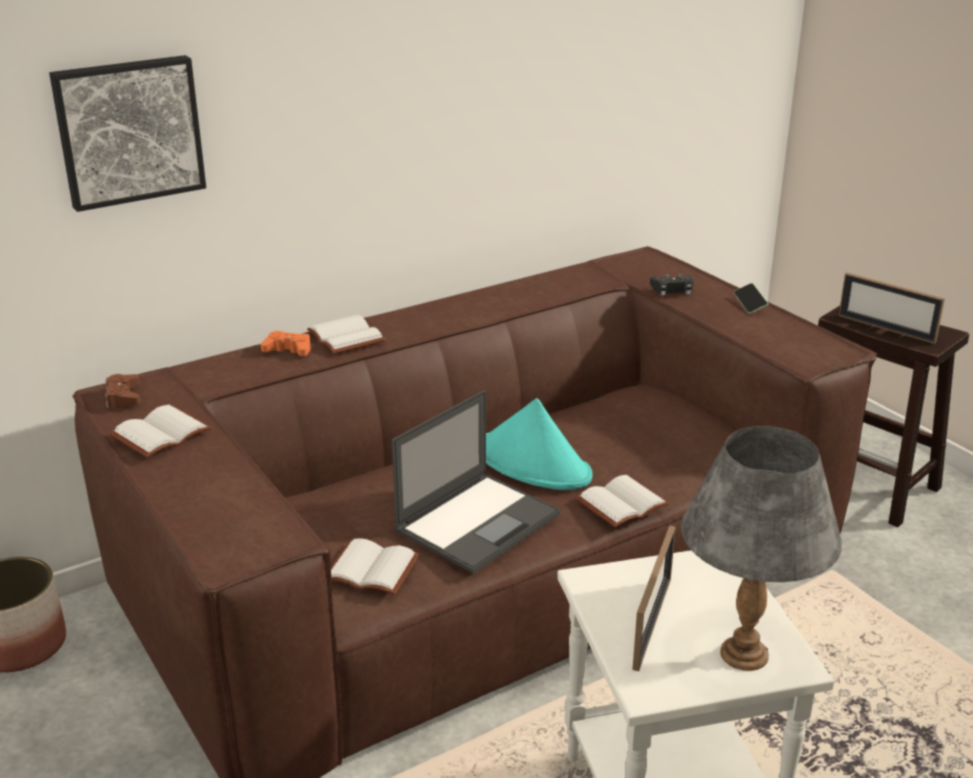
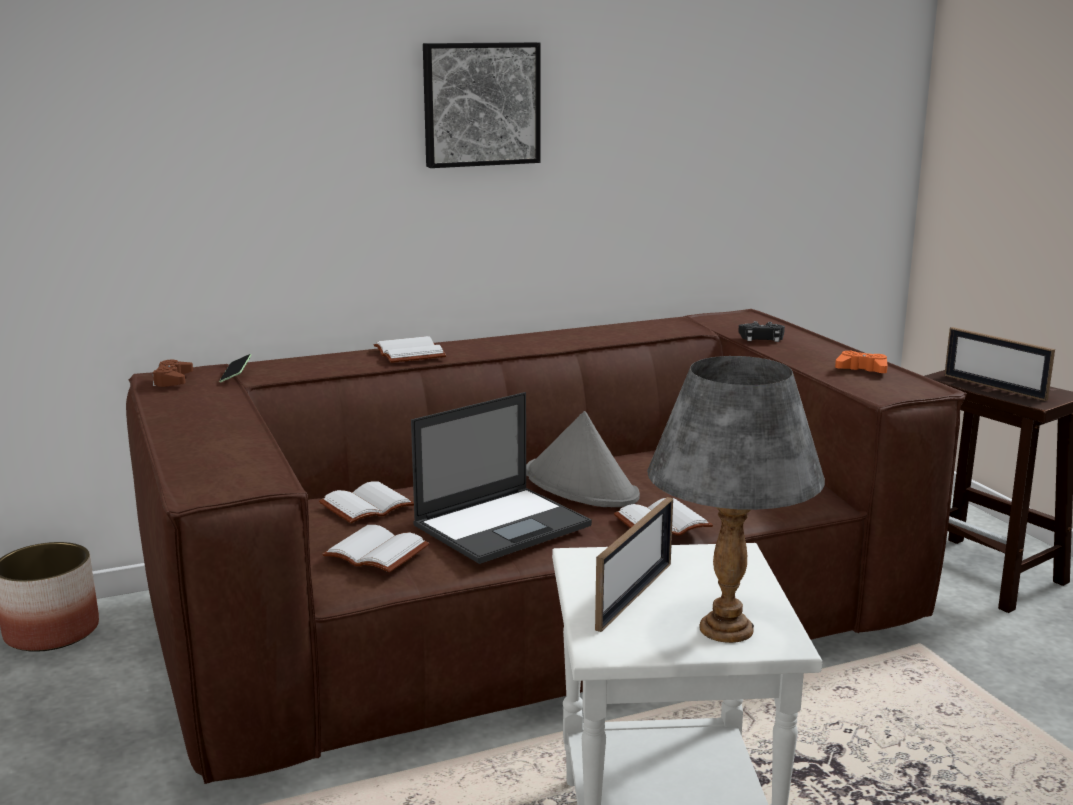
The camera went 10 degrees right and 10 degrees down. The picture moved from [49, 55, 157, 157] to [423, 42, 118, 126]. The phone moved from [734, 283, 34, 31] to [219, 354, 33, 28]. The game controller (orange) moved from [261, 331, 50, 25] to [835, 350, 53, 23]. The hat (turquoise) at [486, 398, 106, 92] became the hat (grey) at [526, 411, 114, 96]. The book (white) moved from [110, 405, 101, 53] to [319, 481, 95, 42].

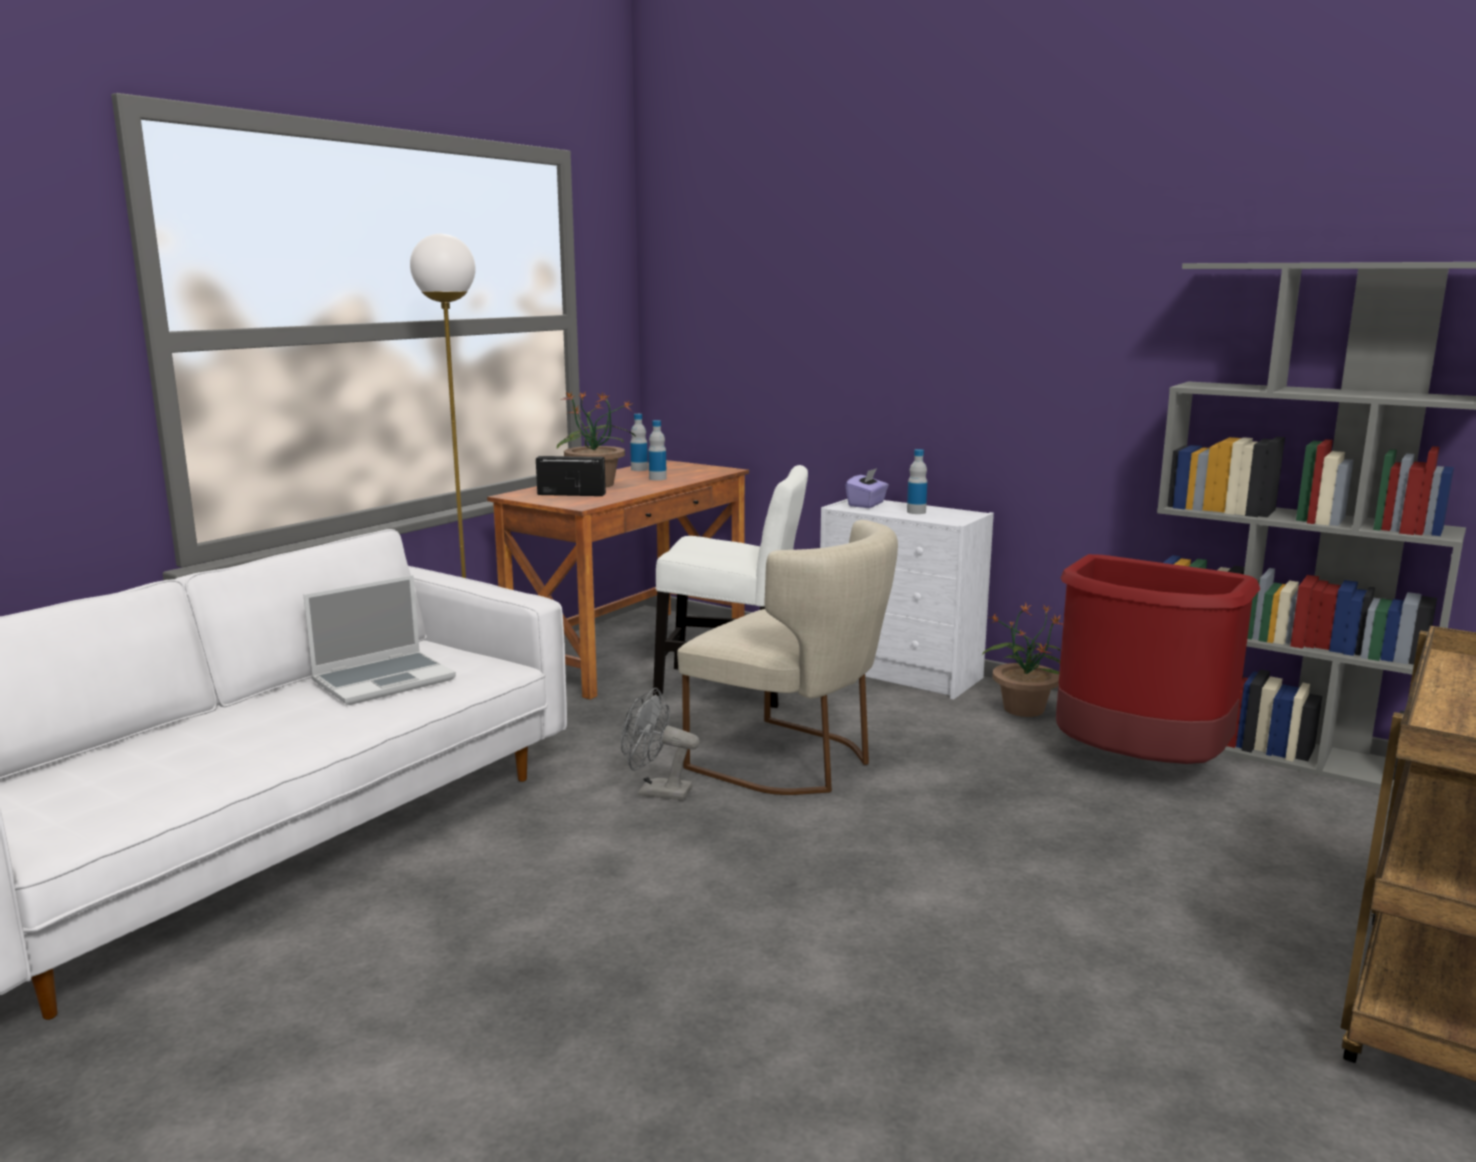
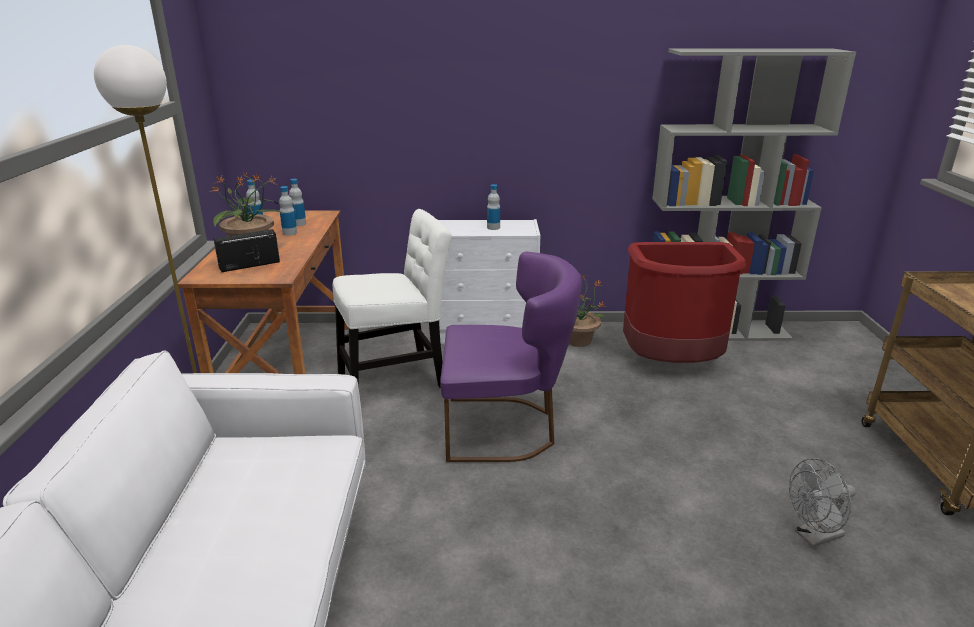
The camera went 35 degrees left and 10 degrees up. The tissue box (purple) at [846, 468, 43, 40] disappeared. The chair (beige) at [677, 520, 221, 275] became the chair (purple) at [440, 252, 142, 210]. The laptop at [303, 575, 153, 130] disappeared. The fan (grey) moved from [621, 688, 79, 112] to [789, 458, 67, 89]. The bottle at [289, 179, 17, 47] appeared.

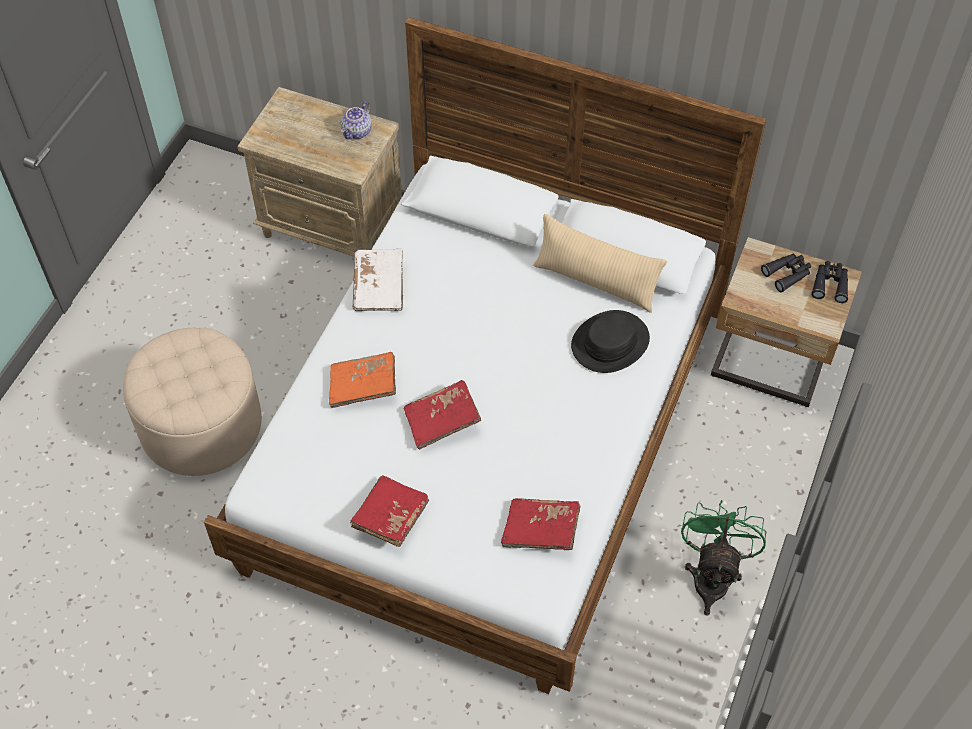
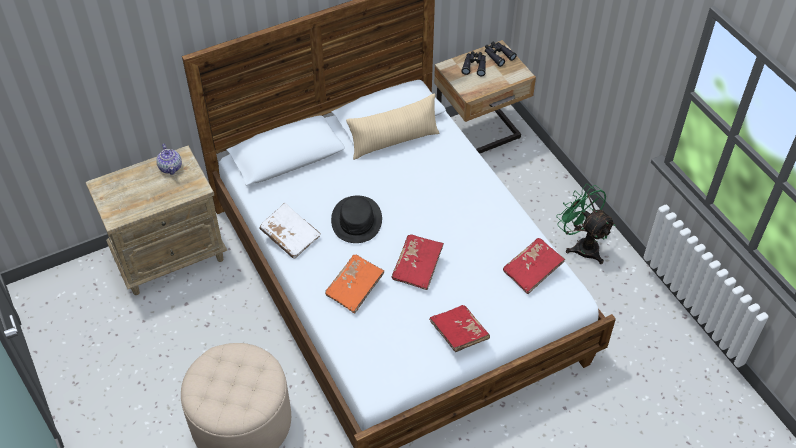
The camera went 50 degrees left and 5 degrees down. The hat (black) moved from [571, 310, 79, 63] to [331, 196, 51, 47].

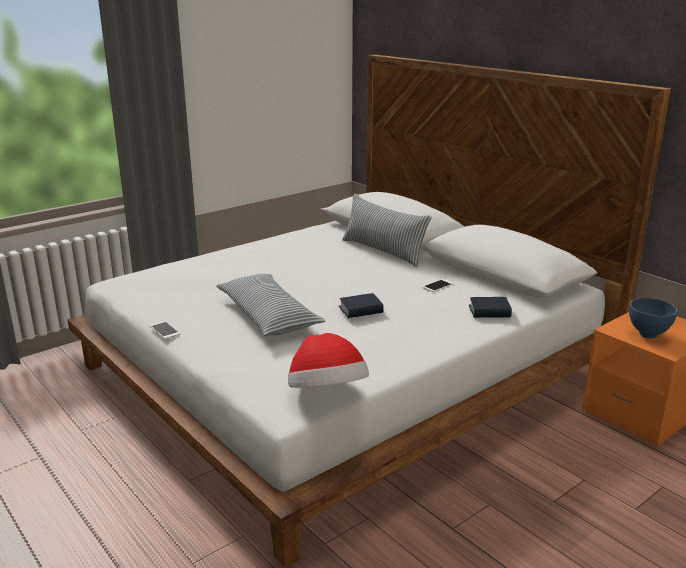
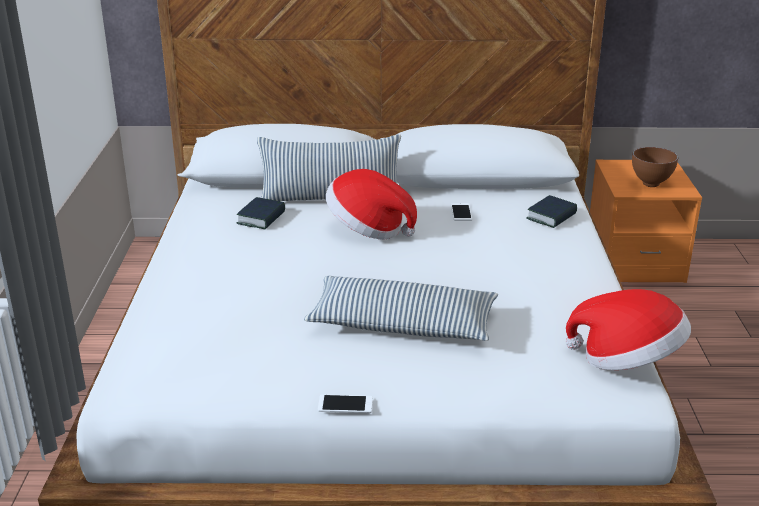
The camera went 50 degrees left and 5 degrees up. The book moved from [339, 293, 45, 25] to [236, 197, 49, 32]. The bowl (blue) at [629, 298, 49, 41] became the bowl (brown) at [632, 147, 46, 40]. The hat at [326, 169, 91, 71] appeared.

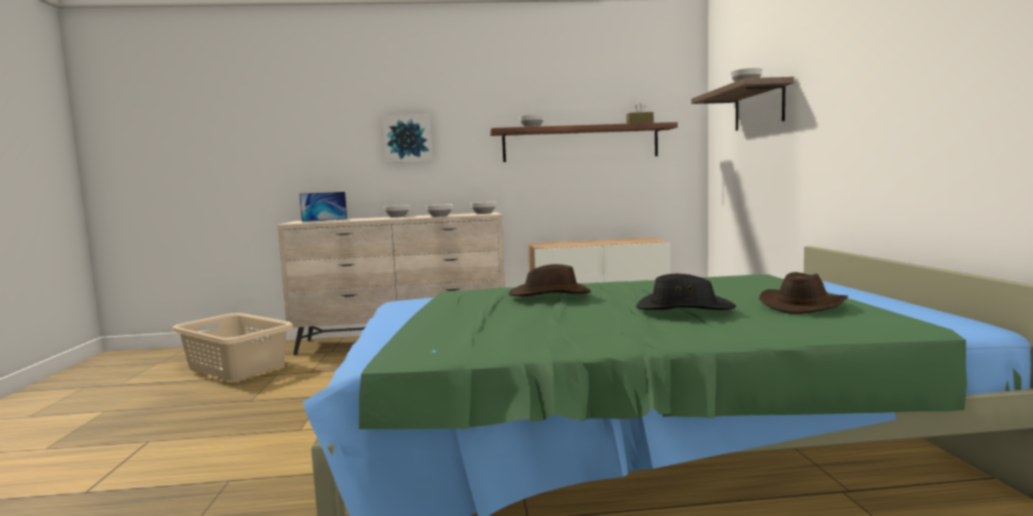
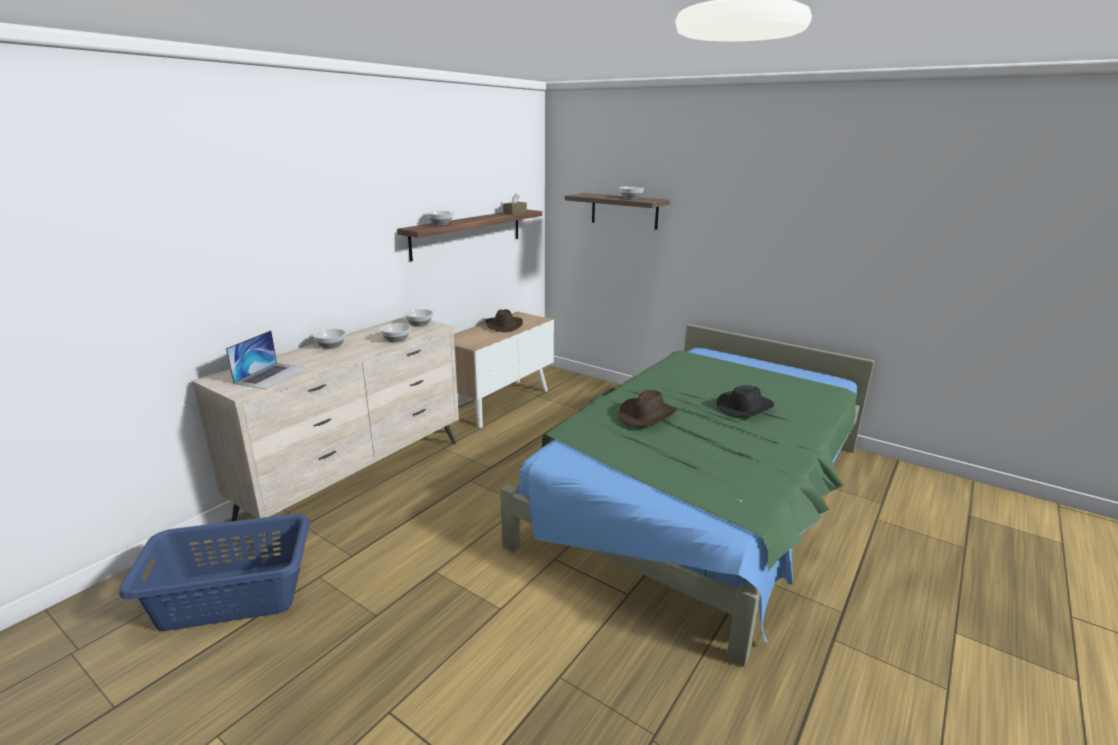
The camera went 50 degrees left and 15 degrees up. The picture at [383, 114, 50, 49] disappeared. The hat (brown) moved from [759, 272, 89, 42] to [485, 309, 38, 23]. The laundry basket (beige) at [172, 313, 122, 68] became the laundry basket (blue) at [119, 514, 191, 117].

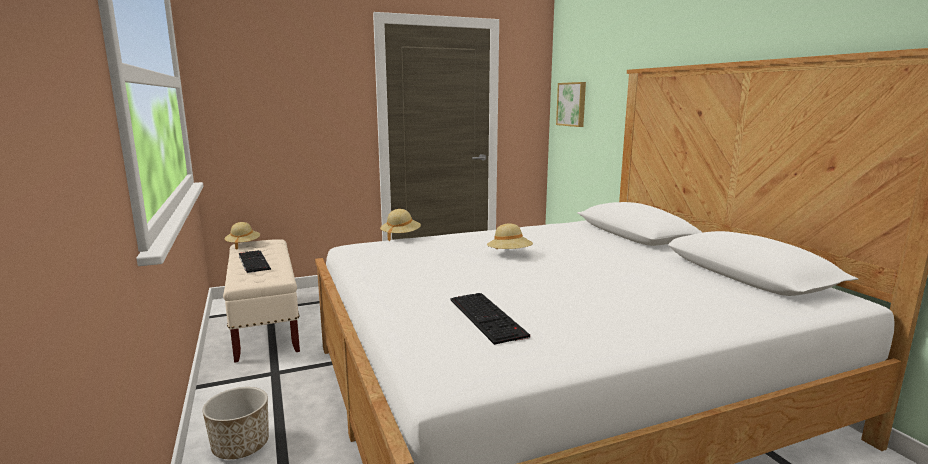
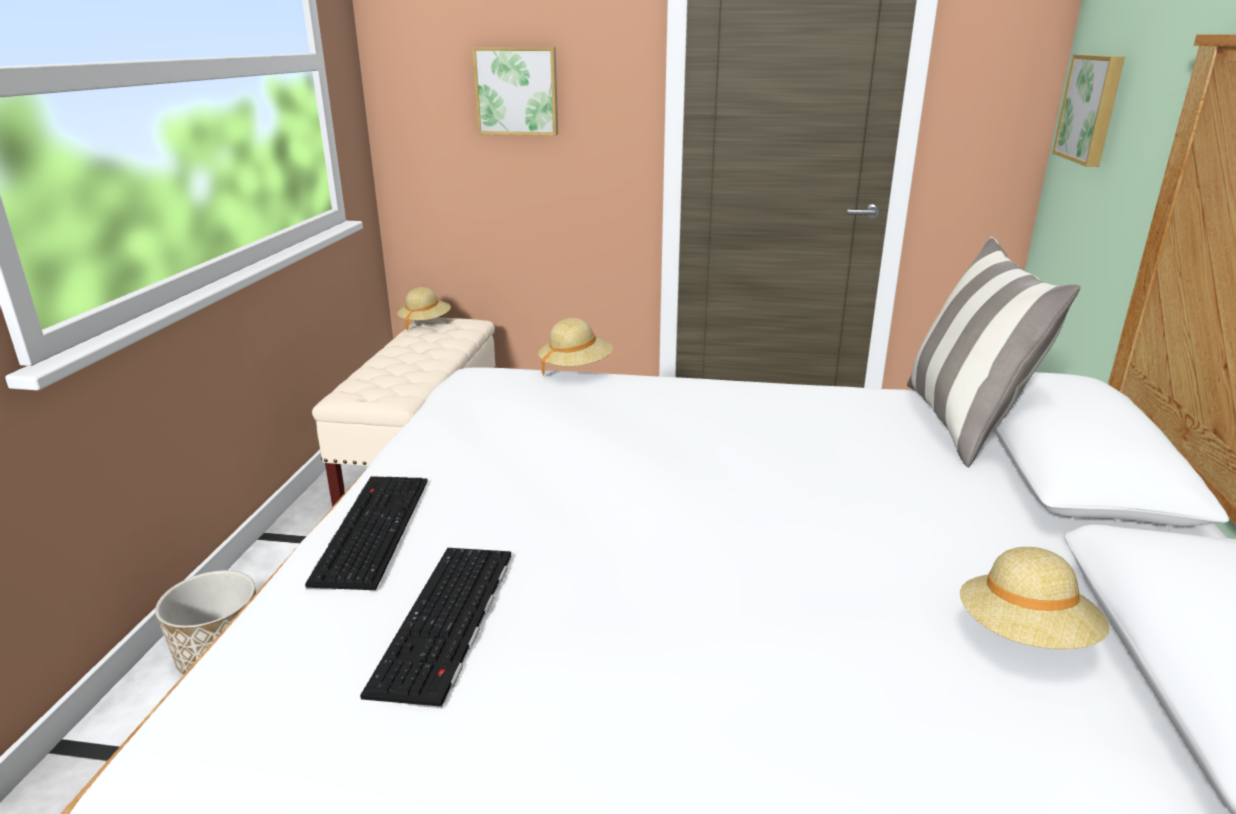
The camera went 30 degrees right and 10 degrees up. The hat (beige) moved from [487, 223, 46, 26] to [960, 547, 150, 102]. The keyboard moved from [239, 250, 32, 23] to [305, 476, 123, 114]. The picture at [472, 47, 86, 89] appeared. The pillow at [907, 237, 173, 230] appeared.

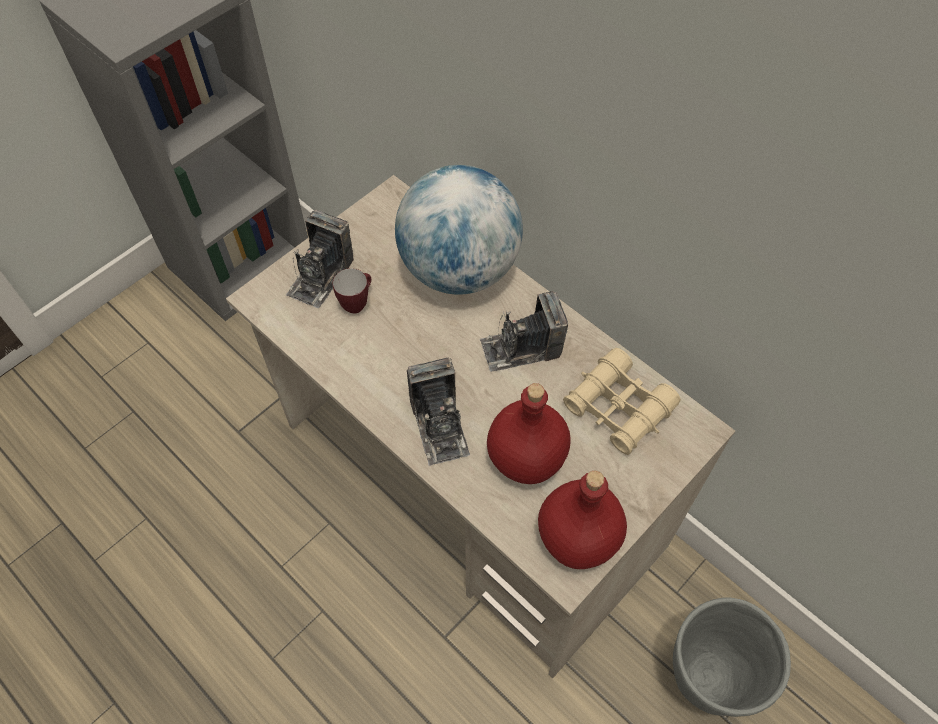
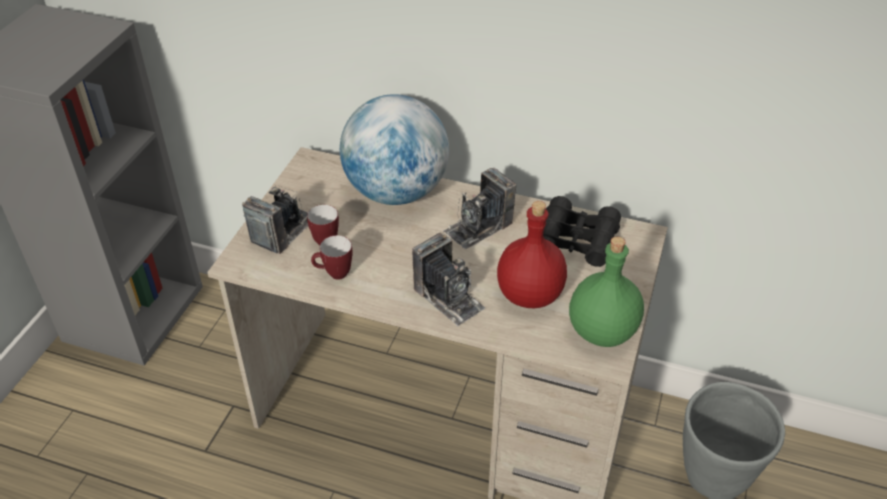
The camera went 25 degrees left and 15 degrees down. The photo camera at [286, 210, 68, 98] turned 150 degrees counterclockwise. The binoculars (beige) at [563, 348, 118, 107] became the binoculars (black) at [543, 196, 78, 71]. The bottle (red) at [538, 471, 89, 98] became the bottle (green) at [569, 237, 75, 110]. The mug at [311, 235, 42, 45] appeared.

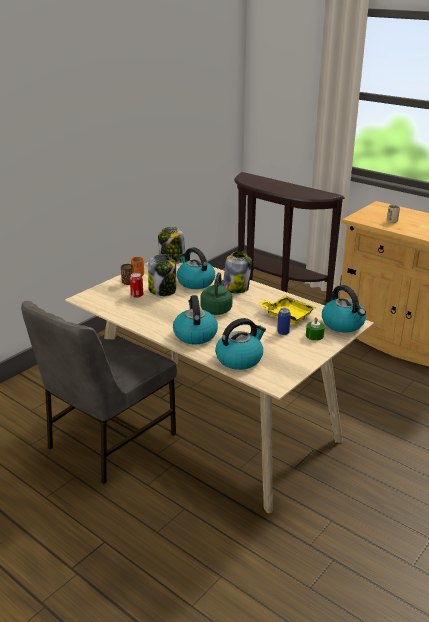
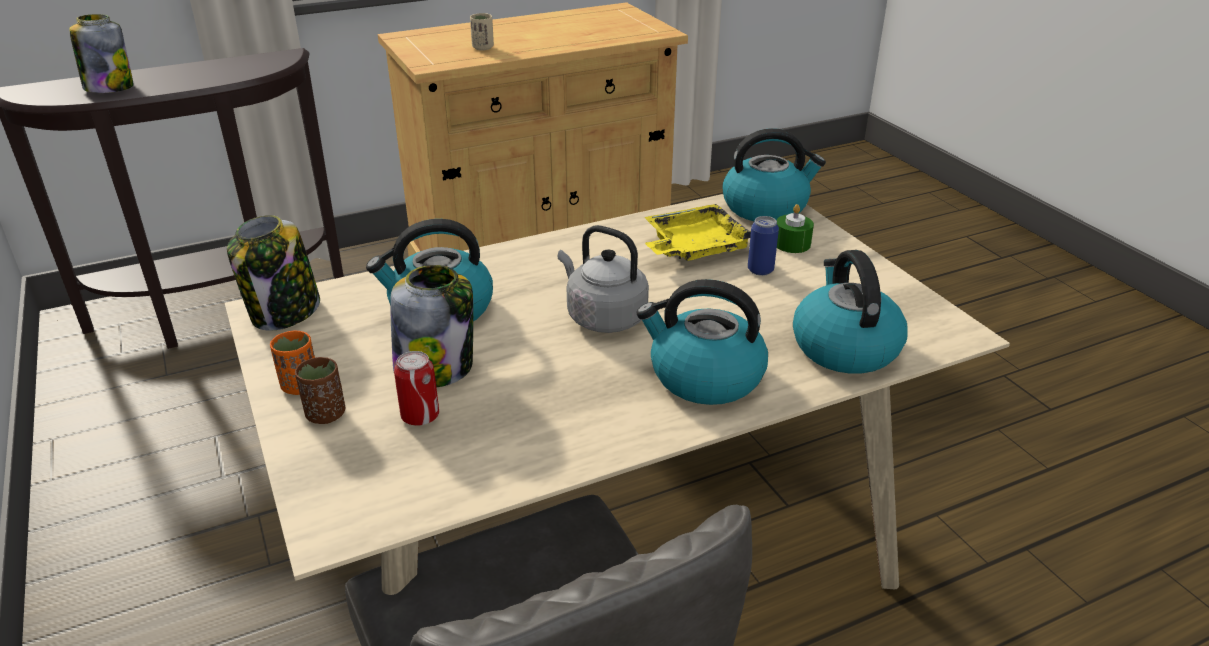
The camera went 65 degrees left and 5 degrees up. The jar moved from [224, 252, 28, 41] to [69, 14, 65, 79]. The kettle (green) at [200, 272, 32, 43] became the kettle (grey) at [558, 225, 91, 108].

